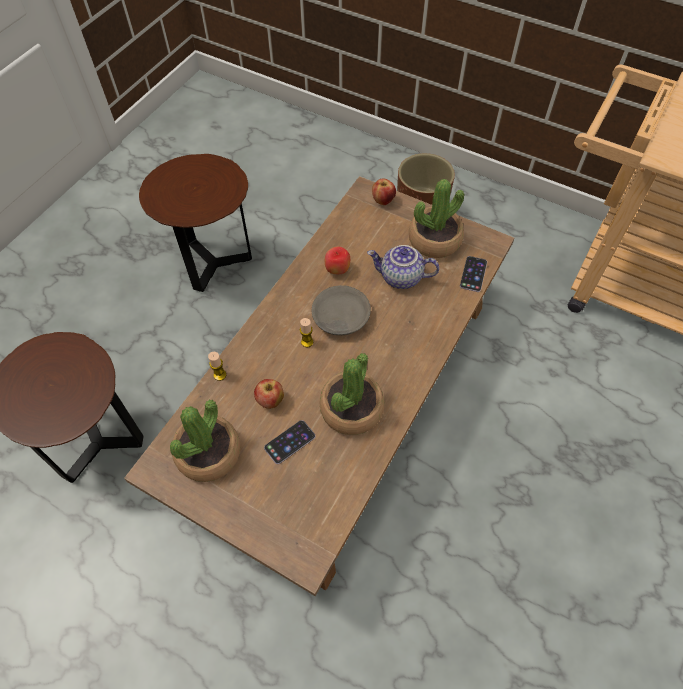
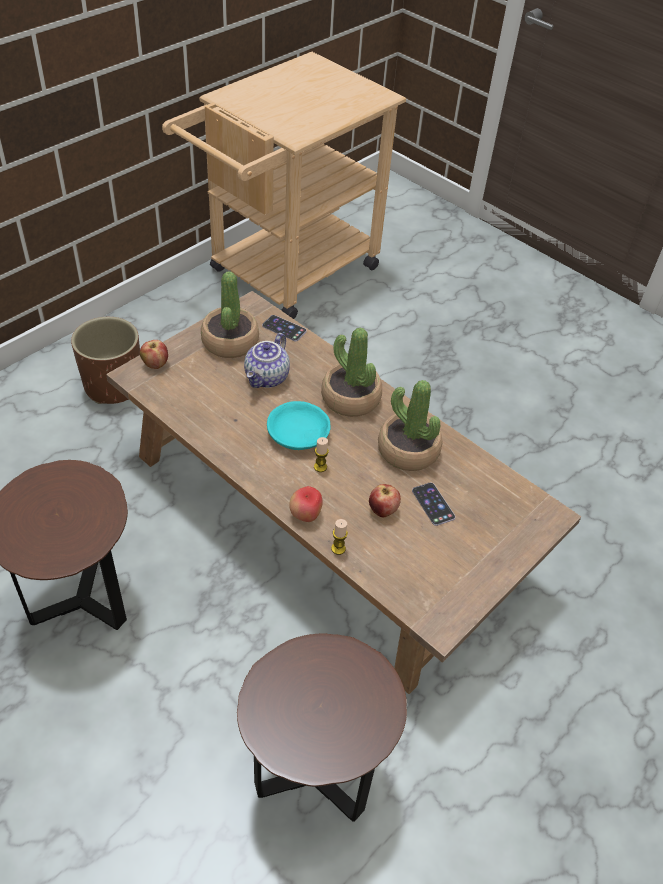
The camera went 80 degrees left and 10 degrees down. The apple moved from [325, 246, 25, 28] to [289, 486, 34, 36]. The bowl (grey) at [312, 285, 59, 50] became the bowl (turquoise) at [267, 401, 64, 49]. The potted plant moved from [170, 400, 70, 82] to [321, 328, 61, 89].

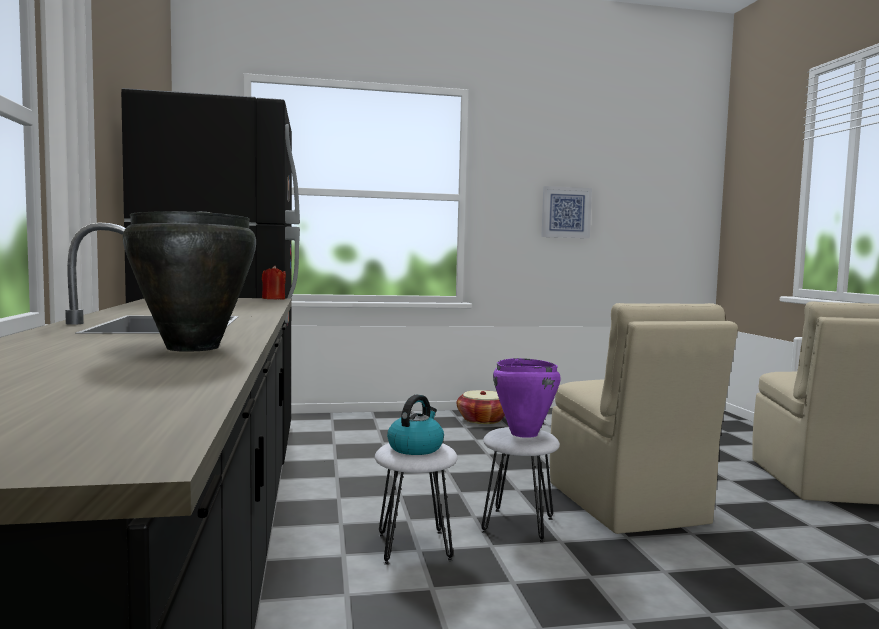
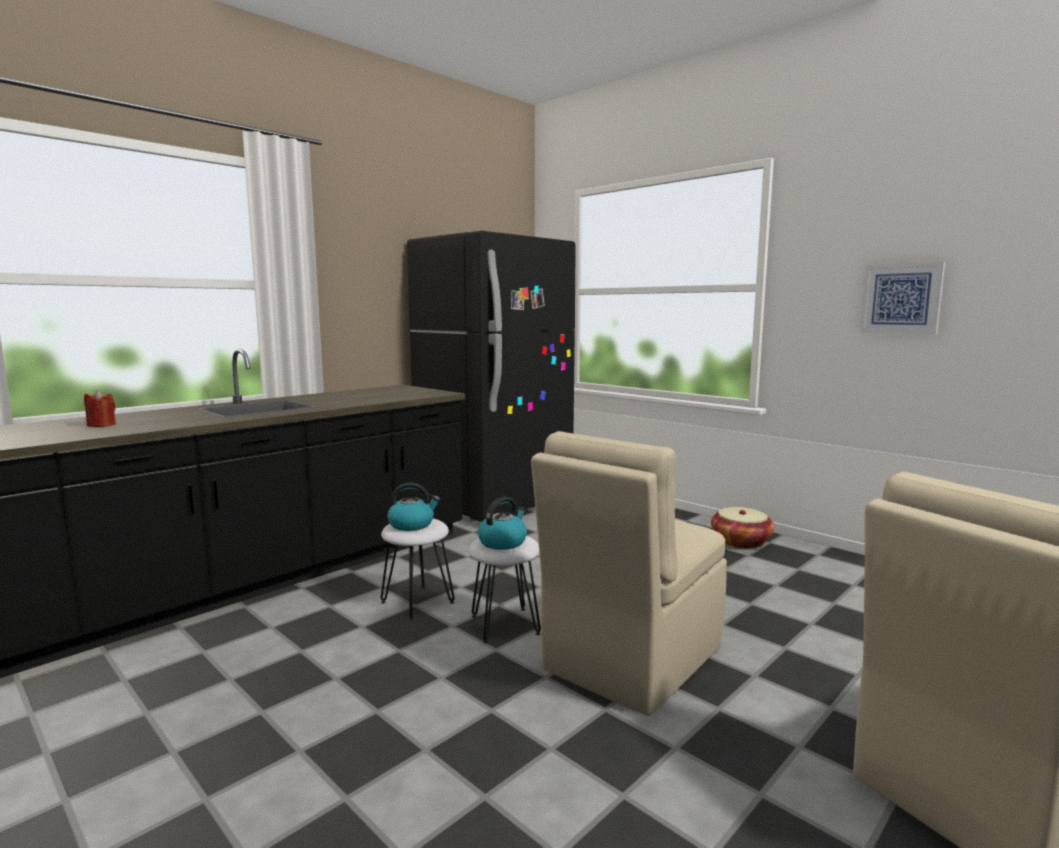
The camera went 55 degrees right and 5 degrees up. The cooking pot (black) at [123, 211, 133, 141] disappeared. The candle (red) moved from [262, 266, 24, 33] to [84, 390, 32, 37]. The cooking pot (purple) at [493, 358, 68, 80] was replaced by the kettle at [478, 497, 49, 53].

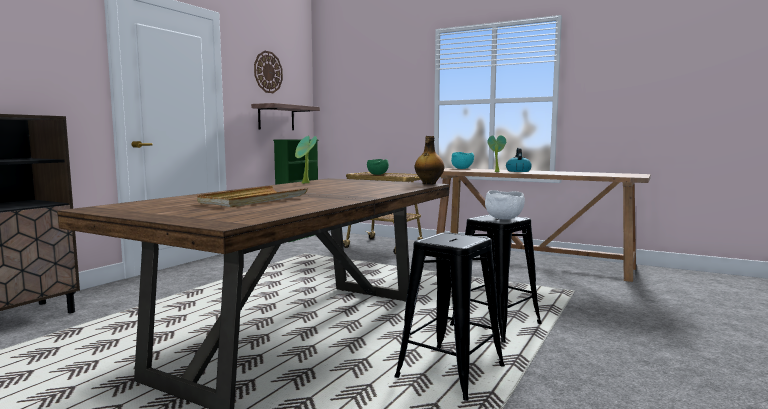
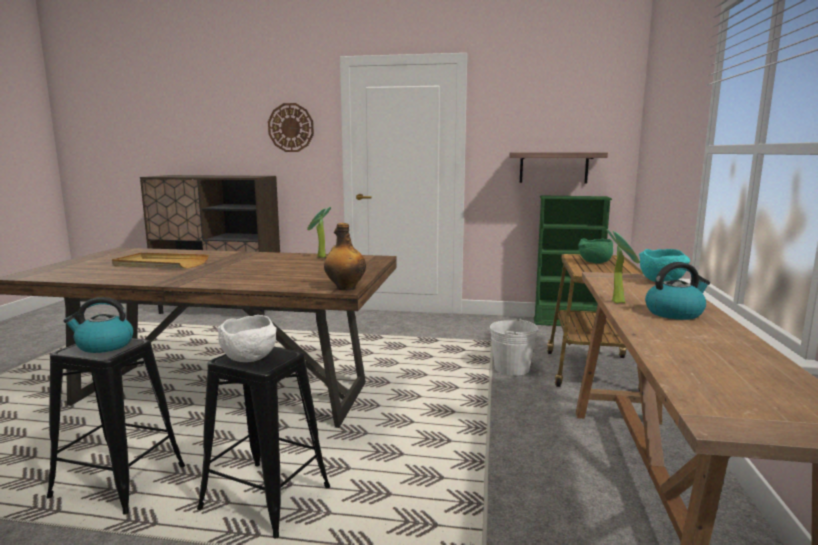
The camera went 70 degrees right and 5 degrees up. The wall clock moved from [254, 51, 29, 42] to [268, 103, 46, 49]. The kettle at [63, 297, 71, 56] appeared. The bucket (white) at [490, 318, 49, 58] appeared.

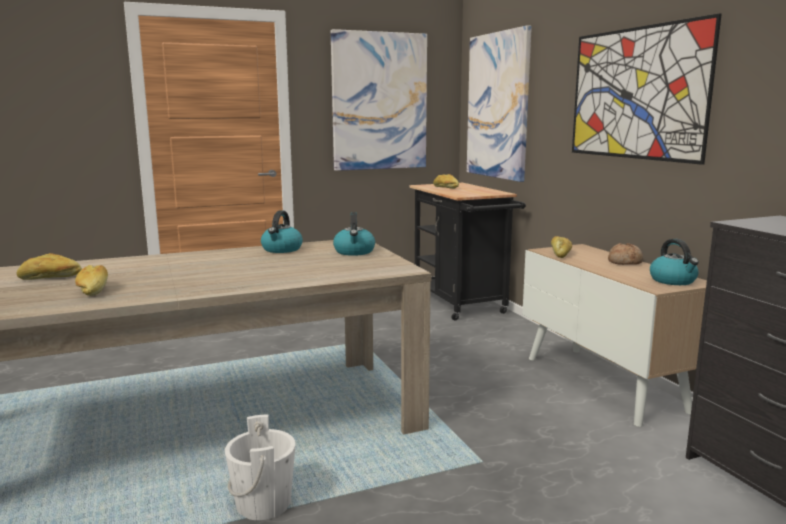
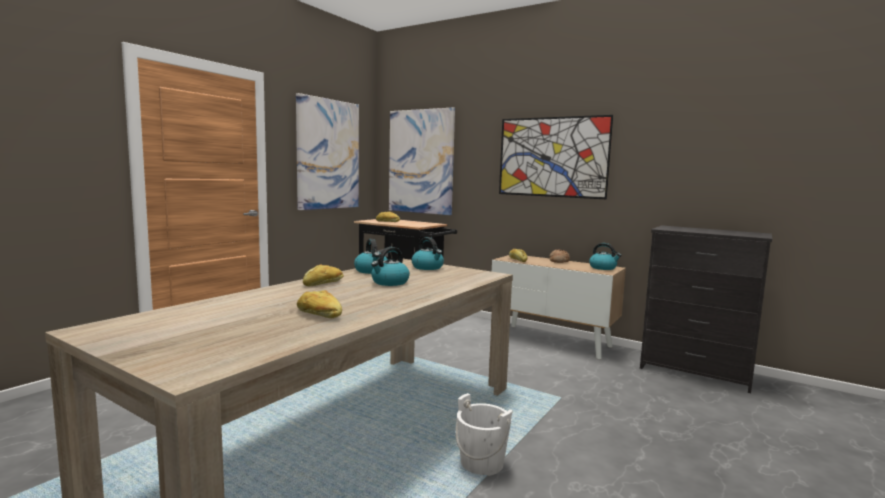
The camera went 35 degrees left and 5 degrees down. The bread moved from [16, 253, 66, 27] to [303, 265, 41, 21]. The kettle at [371, 247, 39, 39] appeared.

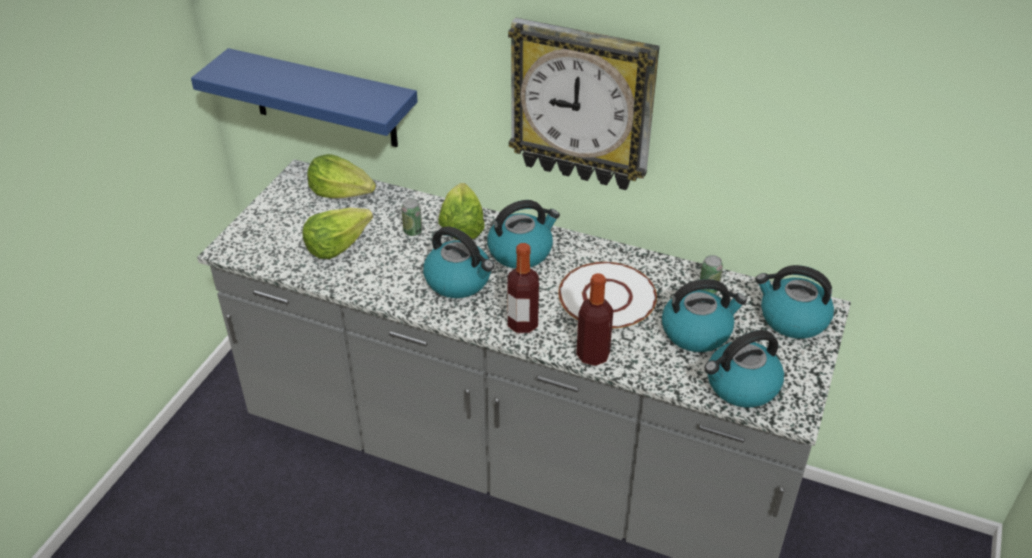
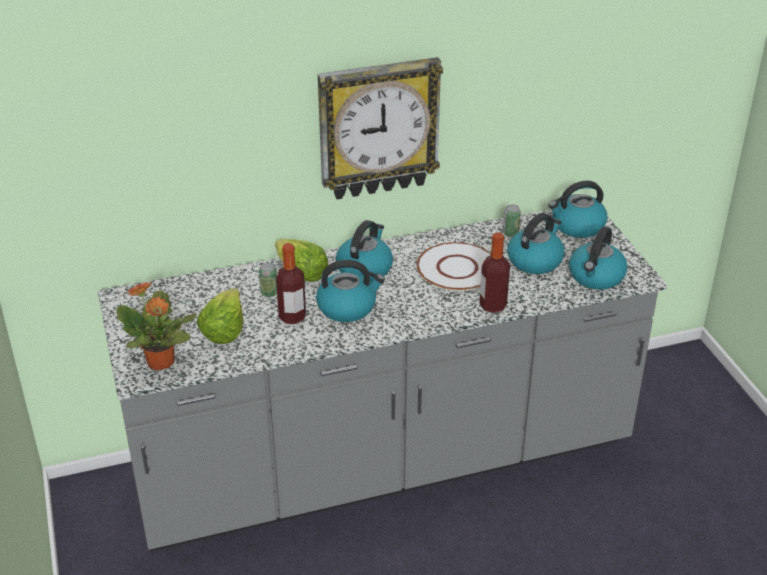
The camera went 40 degrees left and 5 degrees down. The shelf (blue) at [191, 48, 227, 99] disappeared. The lettuce at [307, 154, 69, 44] disappeared. The bottle moved from [507, 243, 32, 90] to [276, 243, 30, 81]. The potted plant at [116, 282, 81, 89] appeared.

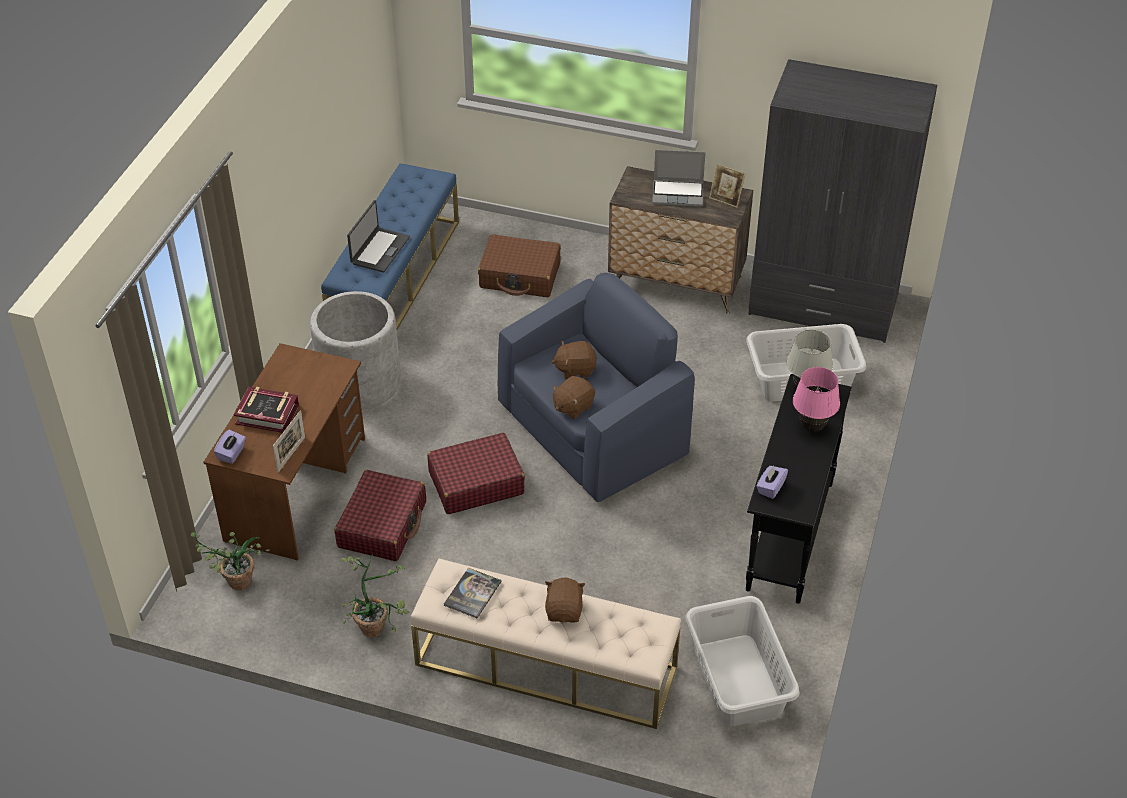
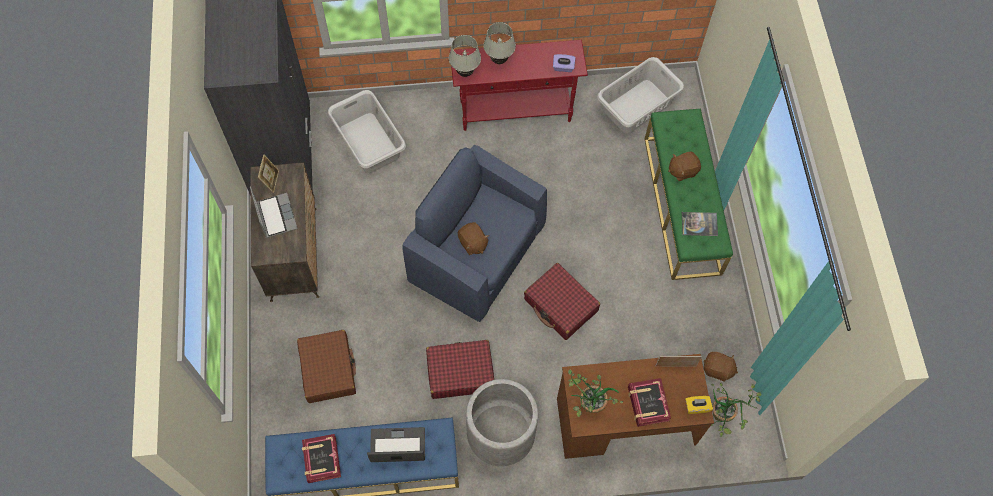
The camera went 115 degrees left and 20 degrees up. The table lamp (pink) at [793, 367, 47, 65] became the table lamp (white) at [483, 22, 33, 42]. The console table (black) at [746, 374, 106, 230] became the console table (red) at [451, 40, 137, 91]. The plush toy (brown) moved from [552, 376, 43, 43] to [704, 352, 34, 30]. The tissue box (purple) at [214, 430, 32, 34] became the tissue box (yellow) at [685, 396, 28, 18]. The suitcase (red) moved from [334, 470, 92, 91] to [426, 340, 68, 59]. The potted plant moved from [341, 555, 69, 82] to [568, 369, 55, 48]. The bench (beige) at [411, 559, 270, 170] became the bench (green) at [645, 109, 88, 171]. The book at [302, 434, 39, 49] appeared.

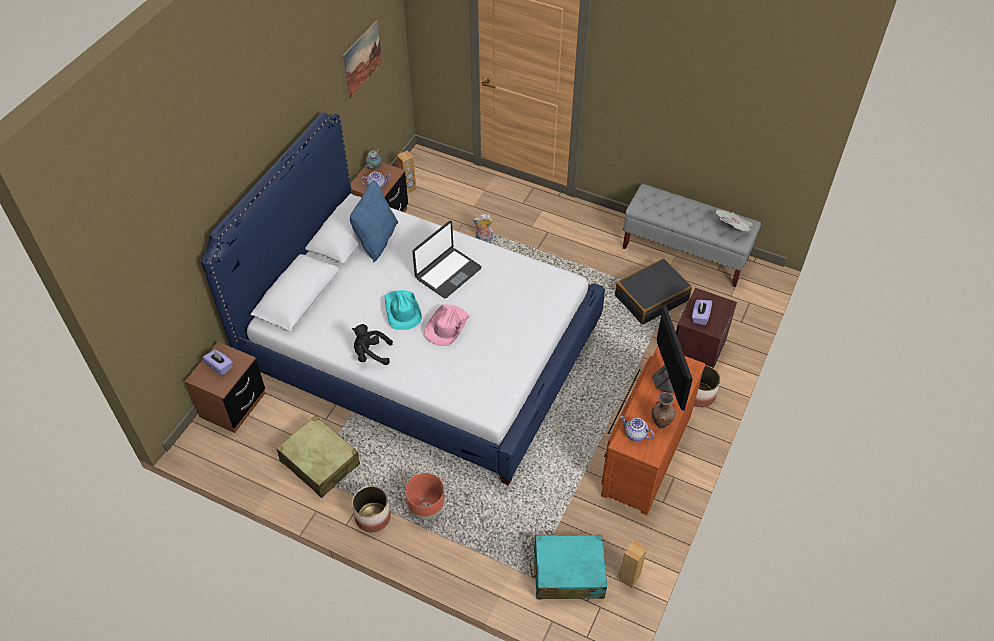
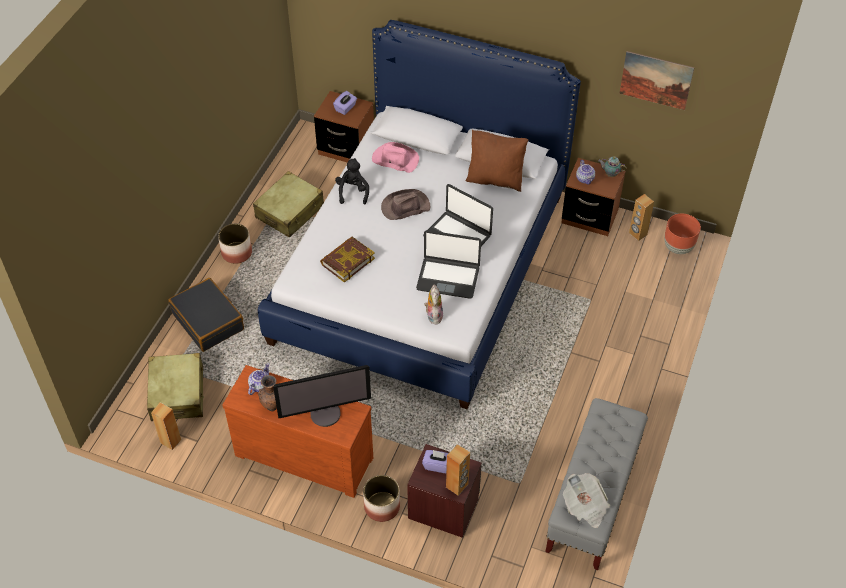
The camera went 85 degrees right and 0 degrees up. The pillow (blue) at [350, 180, 48, 82] became the pillow (brown) at [465, 130, 63, 62]. The plush toy moved from [472, 214, 22, 28] to [424, 285, 19, 39]. The suitcase (black) moved from [615, 259, 77, 65] to [168, 278, 76, 74]. The hat (turquoise) at [384, 290, 38, 40] became the hat (brown) at [381, 189, 49, 31]. The hat (pink) moved from [424, 304, 46, 42] to [372, 142, 47, 31]. The planter (brown) moved from [405, 473, 40, 47] to [664, 214, 37, 40]. The suitcase (turquoise) at [530, 535, 77, 64] became the suitcase (beige) at [147, 353, 57, 68]. The laptop at [416, 230, 65, 69] appeared. The book at [320, 237, 55, 45] appeared. The speaker (brown) at [446, 444, 24, 52] appeared.

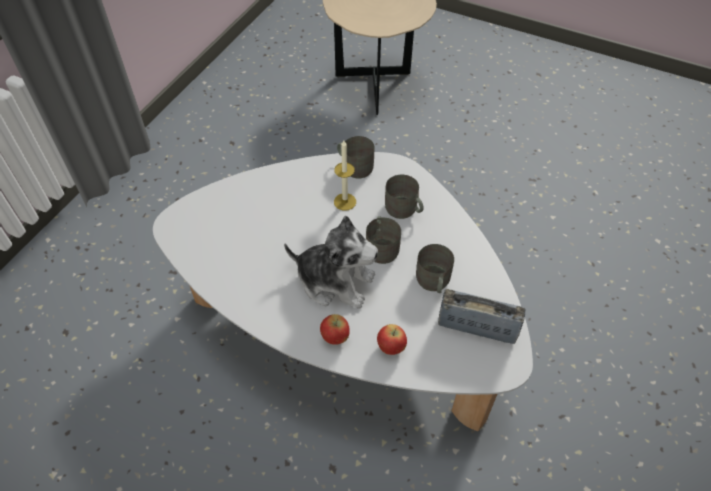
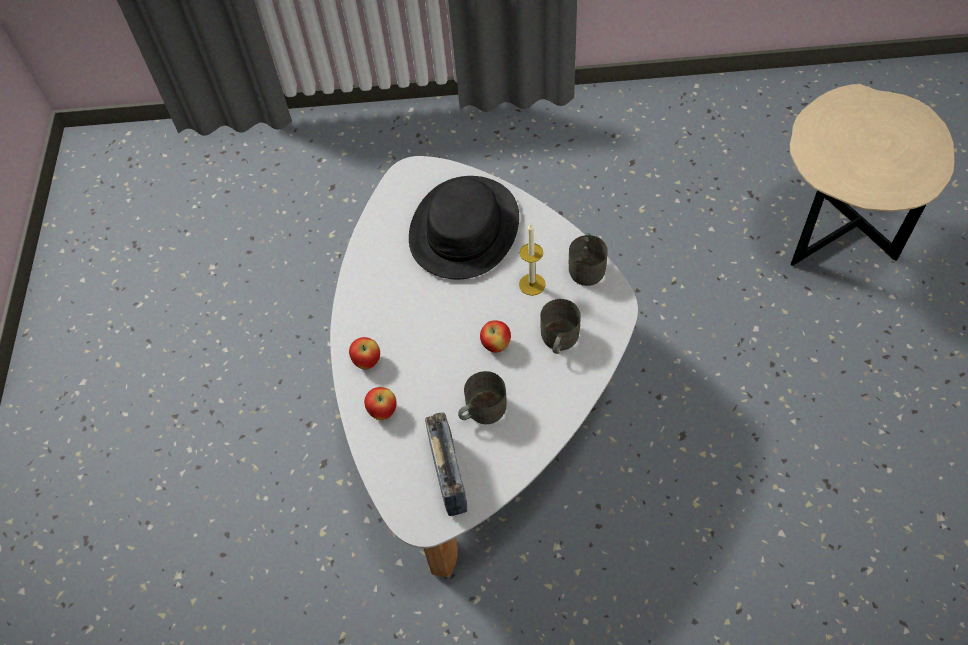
The camera went 65 degrees right and 5 degrees up. The plush toy at [284, 216, 94, 93] disappeared. The mug (grey) at [366, 216, 35, 48] was replaced by the apple at [480, 321, 31, 32]. The hat (black) at [409, 176, 110, 103] appeared.

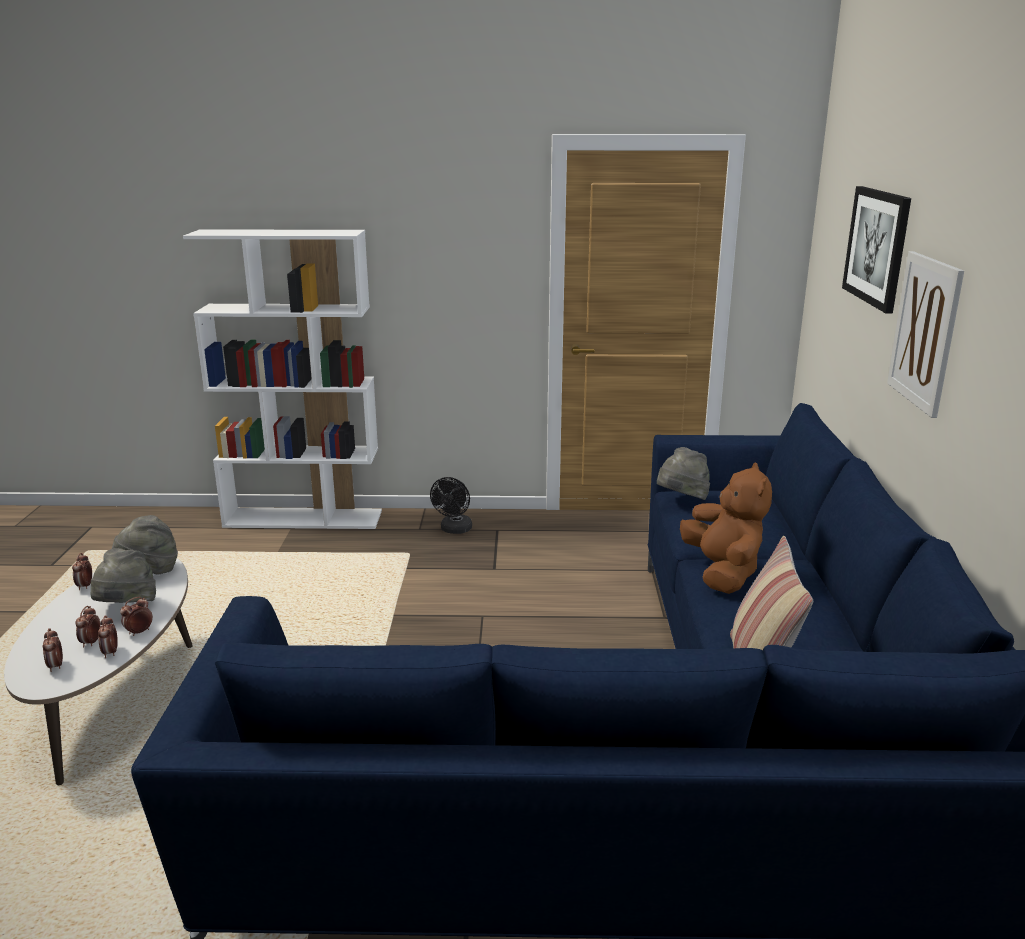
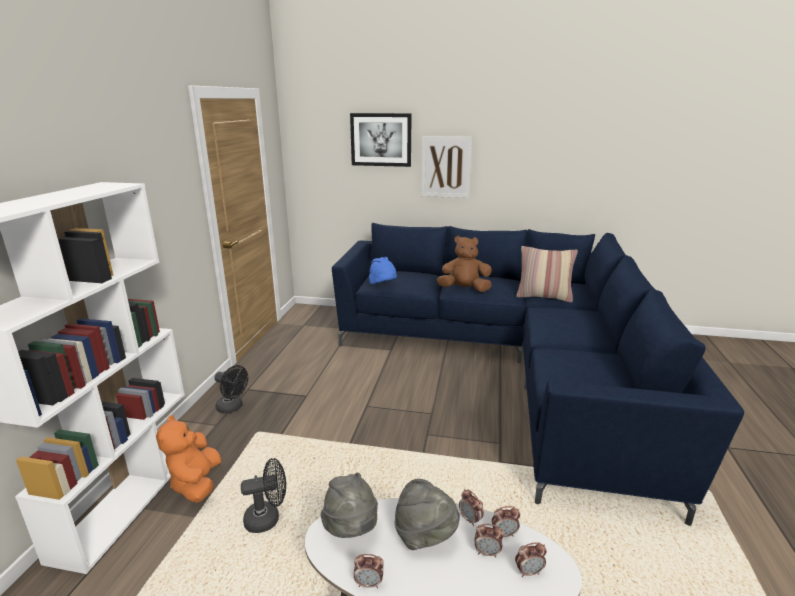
The camera went 80 degrees left and 0 degrees up. The hat (grey) at [657, 447, 53, 53] became the hat (blue) at [369, 257, 28, 27]. The plush toy (orange) at [156, 415, 65, 88] appeared. The fan (black) at [241, 458, 45, 75] appeared.

